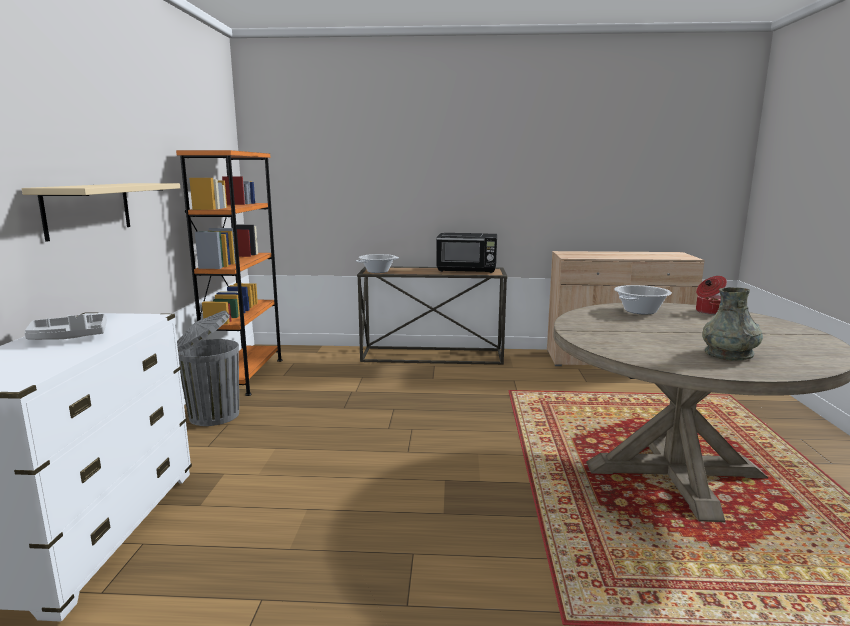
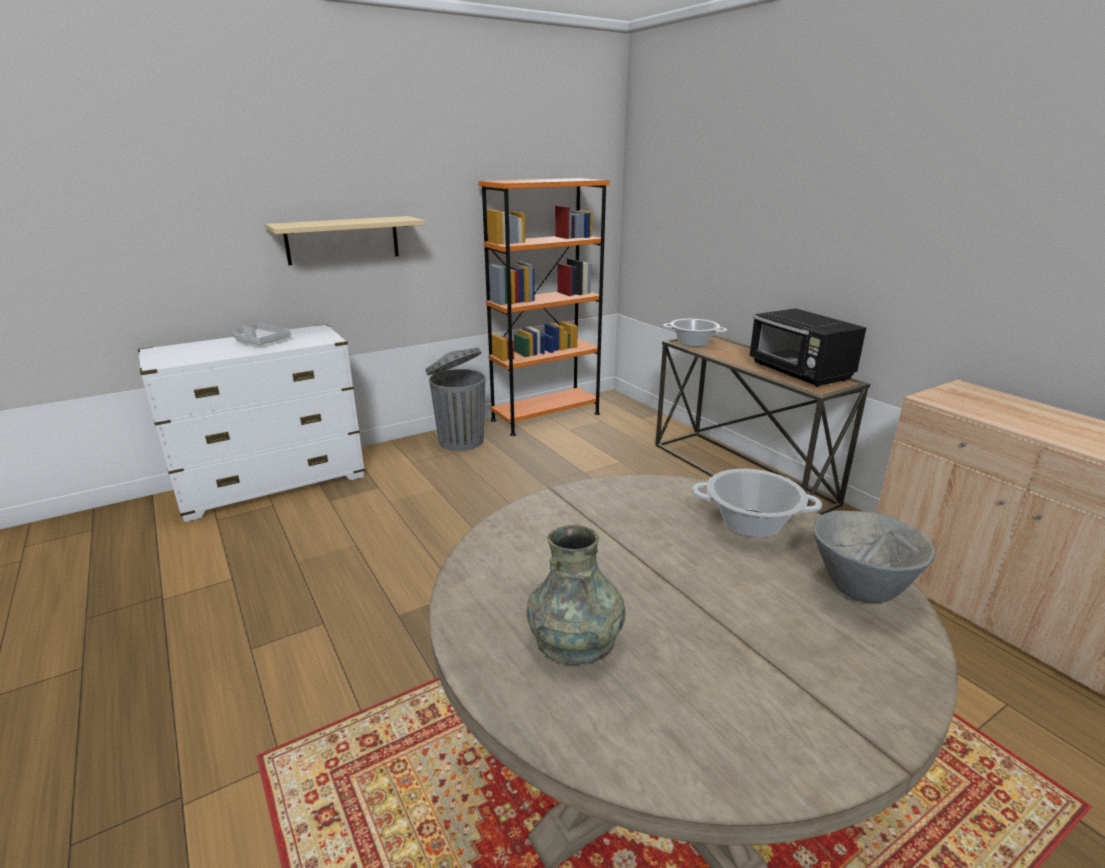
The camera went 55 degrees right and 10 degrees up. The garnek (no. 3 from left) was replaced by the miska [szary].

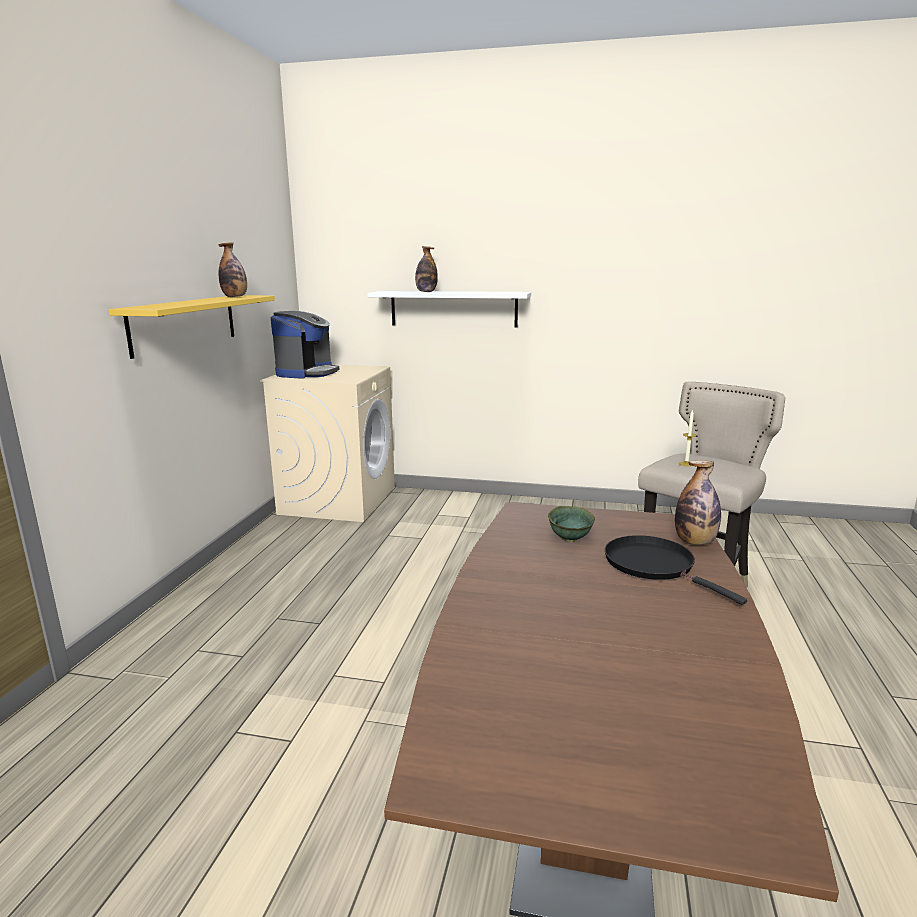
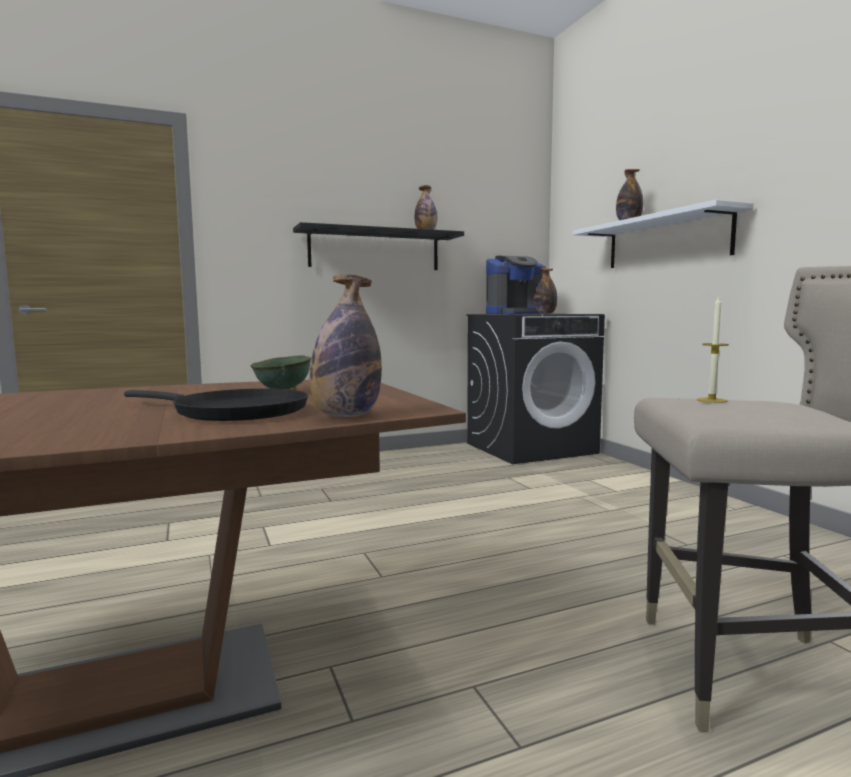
The camera went 55 degrees right and 10 degrees down. The półka [żółty] became the półka [czarny]. The pralka [beżowy] became the pralka [czarny]. The patelnia [czarny] turned 90 degrees clockwise. The butelka (no. 3 from left) appeared.

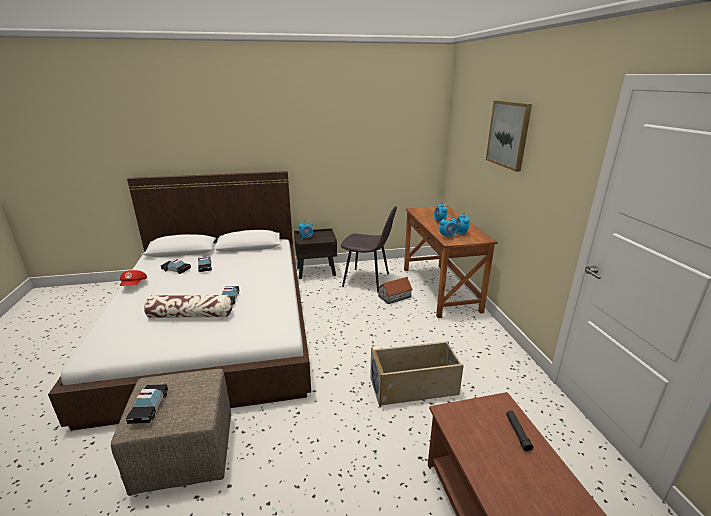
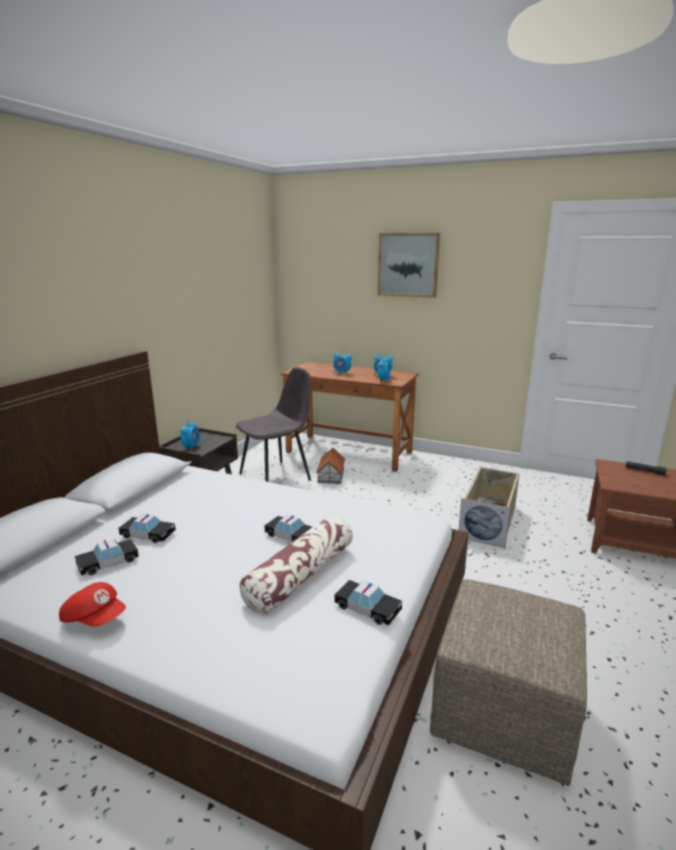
The camera went 55 degrees left and 5 degrees down. The samochodzik (no. 1 from left in the first image) moved.

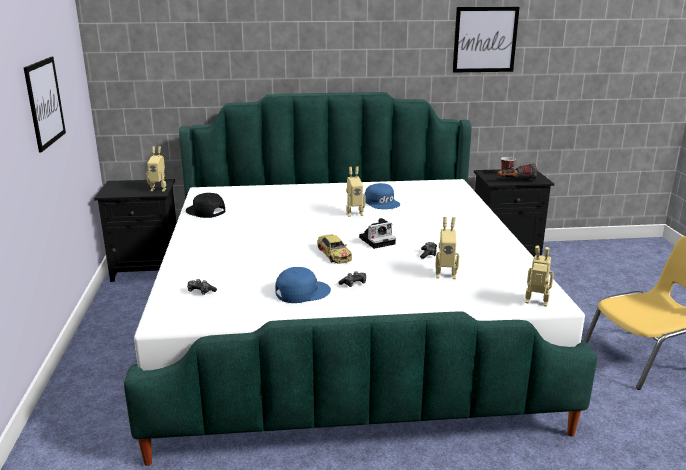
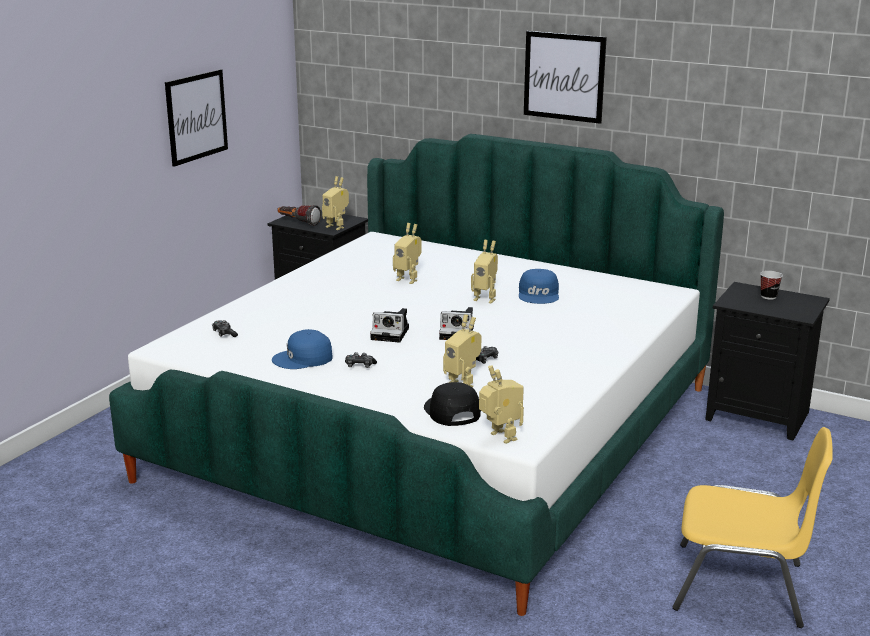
The camera went 35 degrees right and 0 degrees up. The obraz (no. 2 from left) moved. The latarka moved. The czapka z daszkiem [czarny] moved. The samochodzik was replaced by the aparat fotograficzny (no. 1 from left). The czapka z daszkiem [niebieski] (no. 1 from left) turned 150 degrees clockwise. The robot zabawkowy (no. 2 from left) appeared.

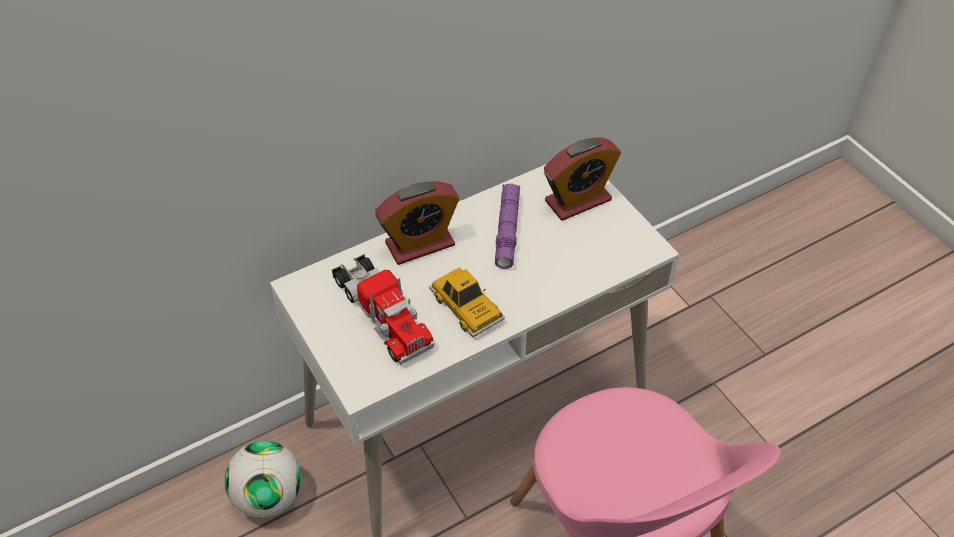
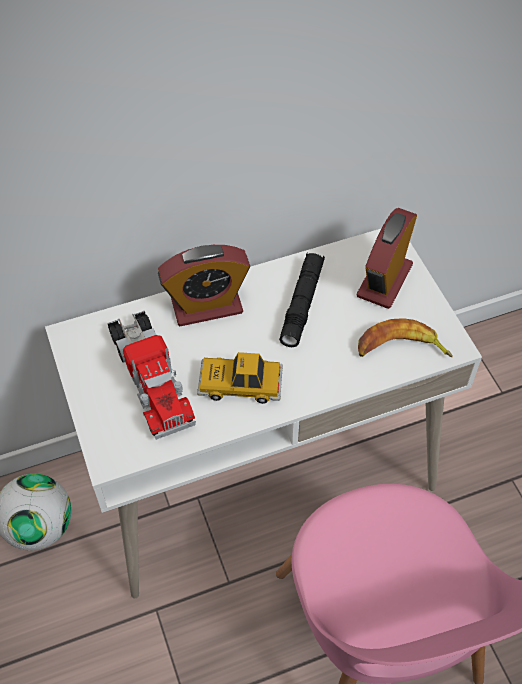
The camera went 10 degrees right and 5 degrees up. The budzik (no. 2 from left) turned 135 degrees clockwise. The latarka [fioletowy] became the latarka [czarny]. The samochodzik turned 120 degrees clockwise. The banan appeared.

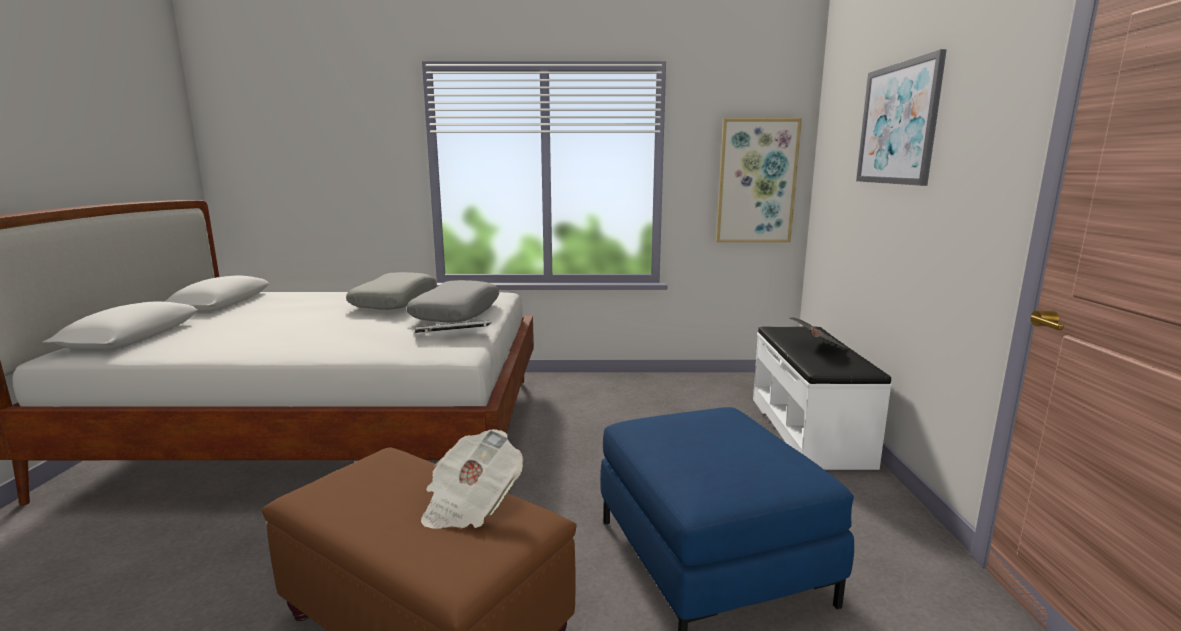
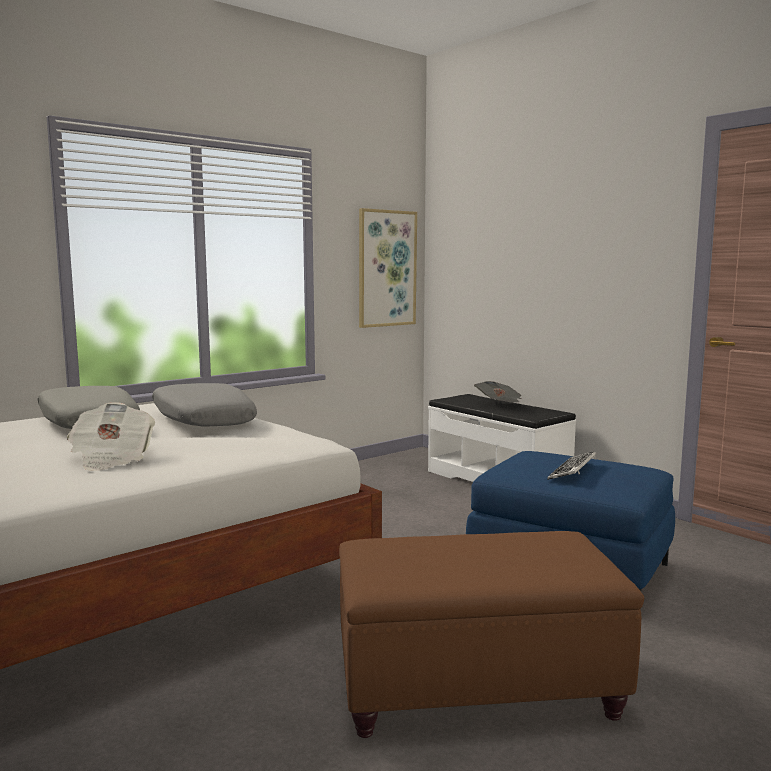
The camera went 40 degrees left and 5 degrees down. The obraz (no. 2 from left) disappeared. The klawiatura moved. The gazeta (no. 1 from left) moved.

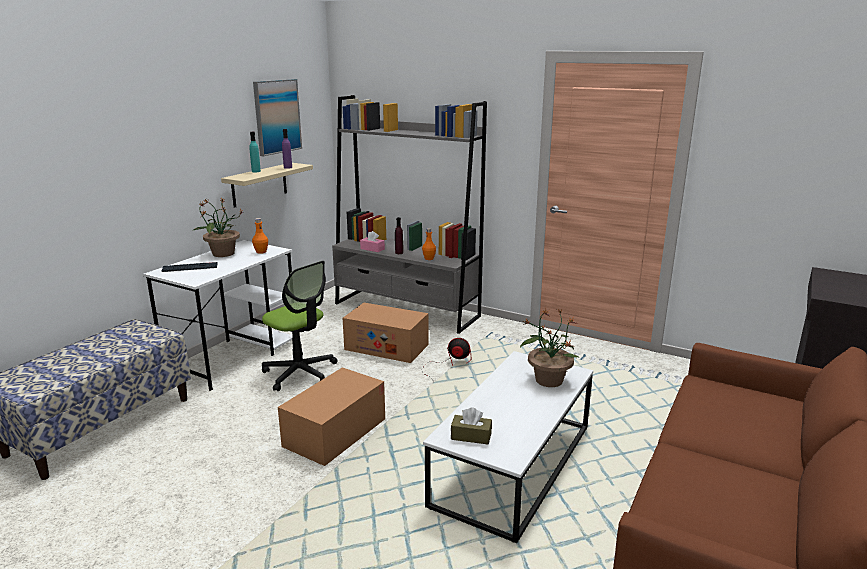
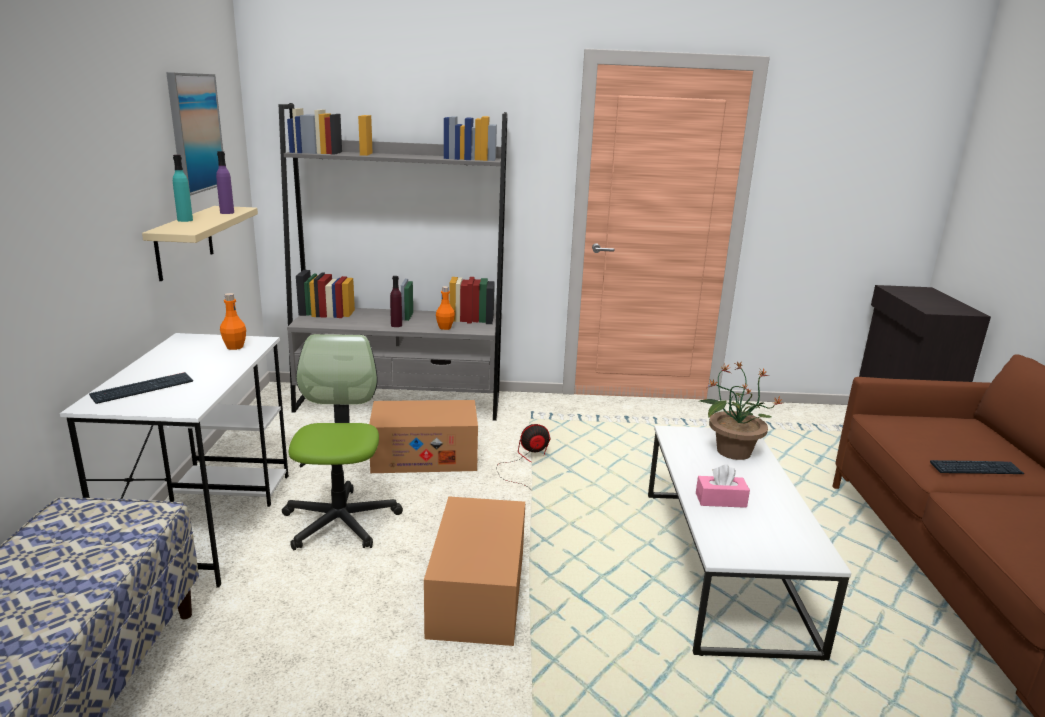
The camera went 30 degrees left and 0 degrees up. The roślina doniczkowa (no. 1 from left) disappeared. The pudełko chusteczek [różowy] moved. The krzesło biurowe turned 105 degrees counterclockwise. The pudełko chusteczek [brązowy] disappeared. The klawiatura (no. 2 from left) appeared.

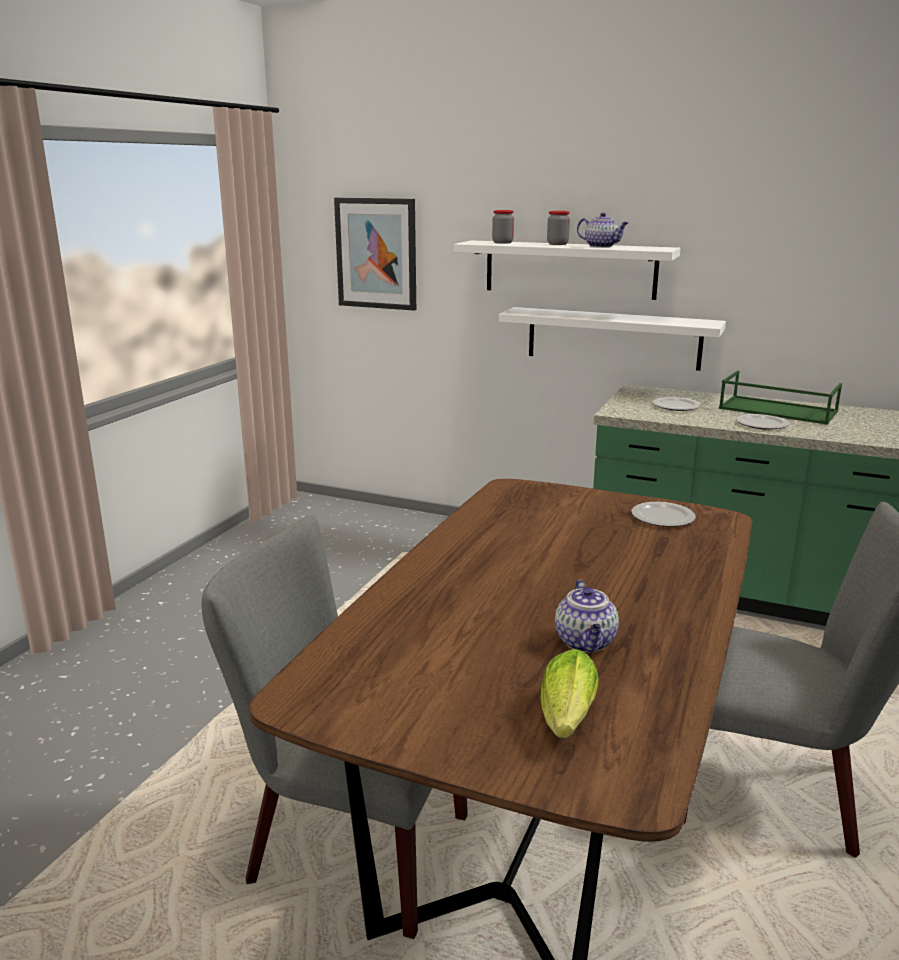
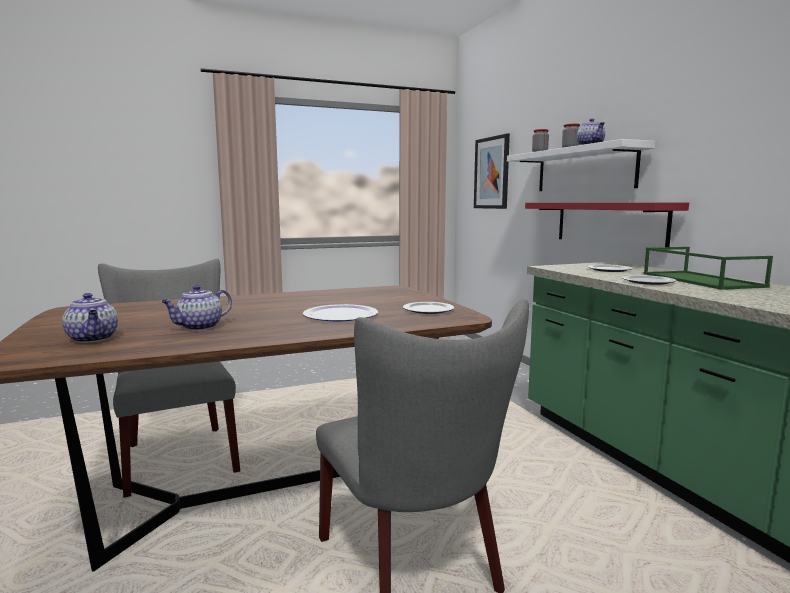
The camera went 45 degrees right and 10 degrees down. The półka [biały] (no. 2 from left) became the półka [czerwony]. The sałata was replaced by the imbryk (no. 1 from left). The talerz (no. 1 from left) appeared.

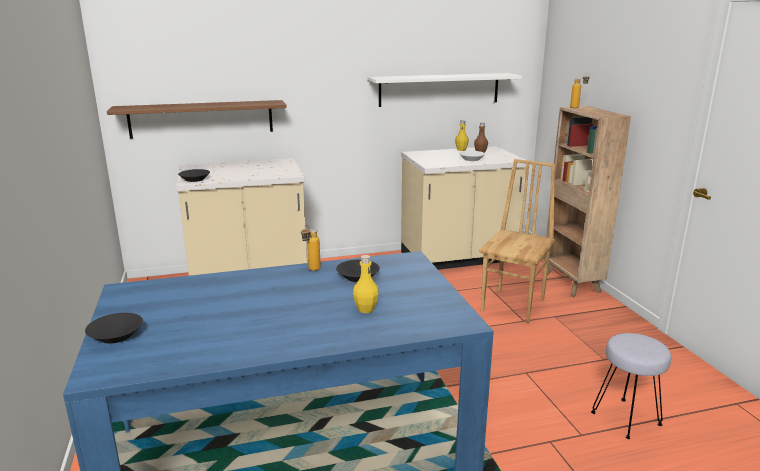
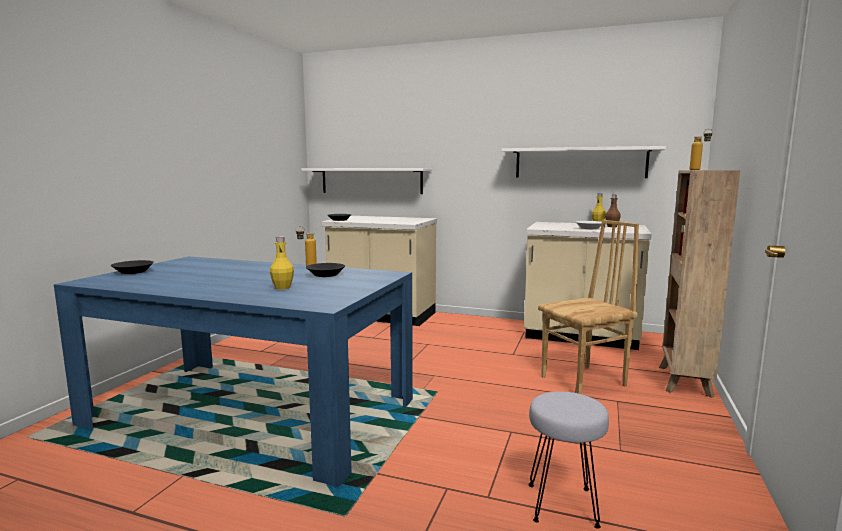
The camera went 35 degrees right and 10 degrees down. The półka [brązowy] became the półka [biały] (no. 1 from left).

